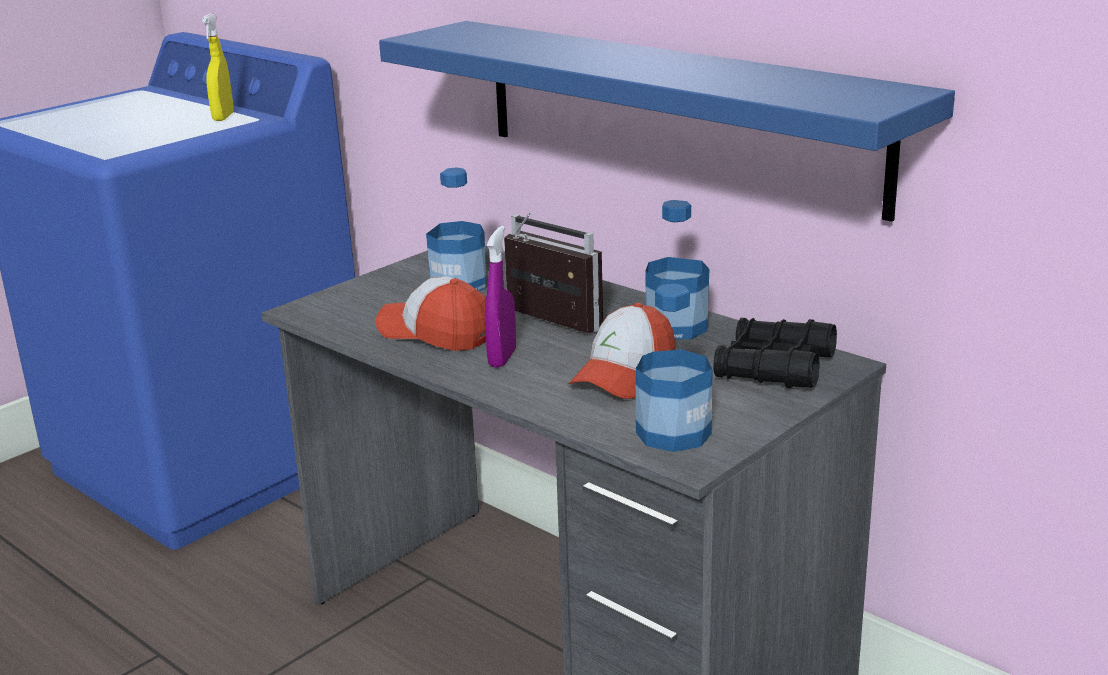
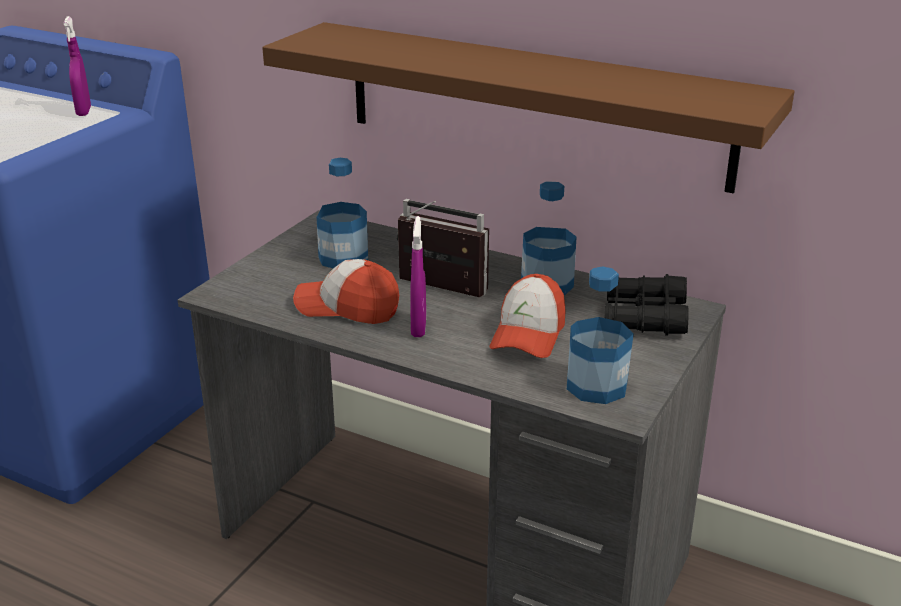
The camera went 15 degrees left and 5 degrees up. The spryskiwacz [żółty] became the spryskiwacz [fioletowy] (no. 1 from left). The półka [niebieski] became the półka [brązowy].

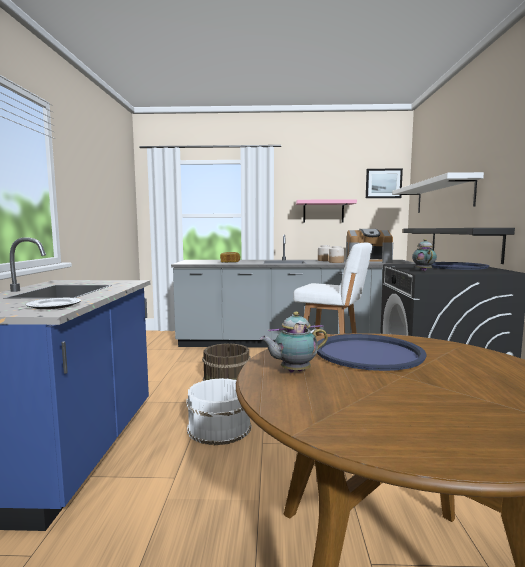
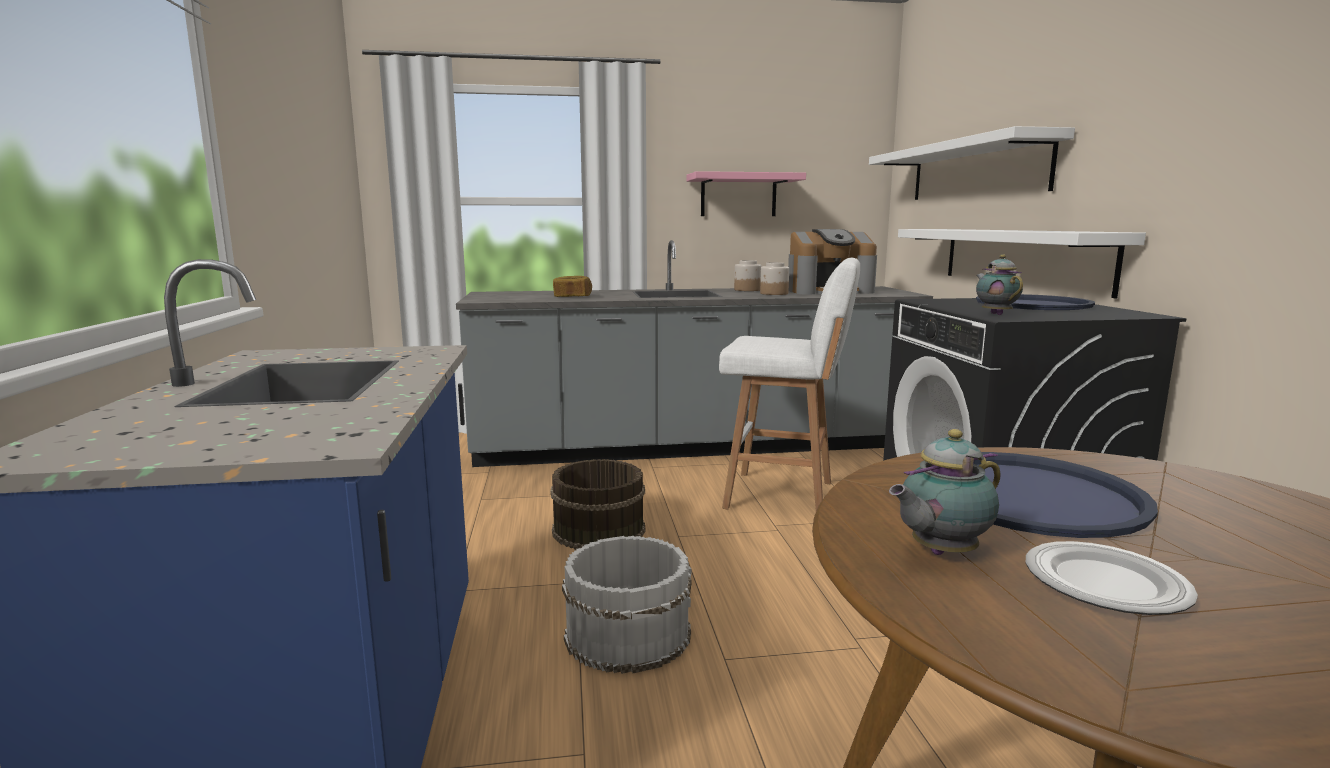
The camera went 10 degrees left and 5 degrees up. The obraz disappeared. The półka [czarny] became the półka [biały] (no. 2 from left). The talerz moved.

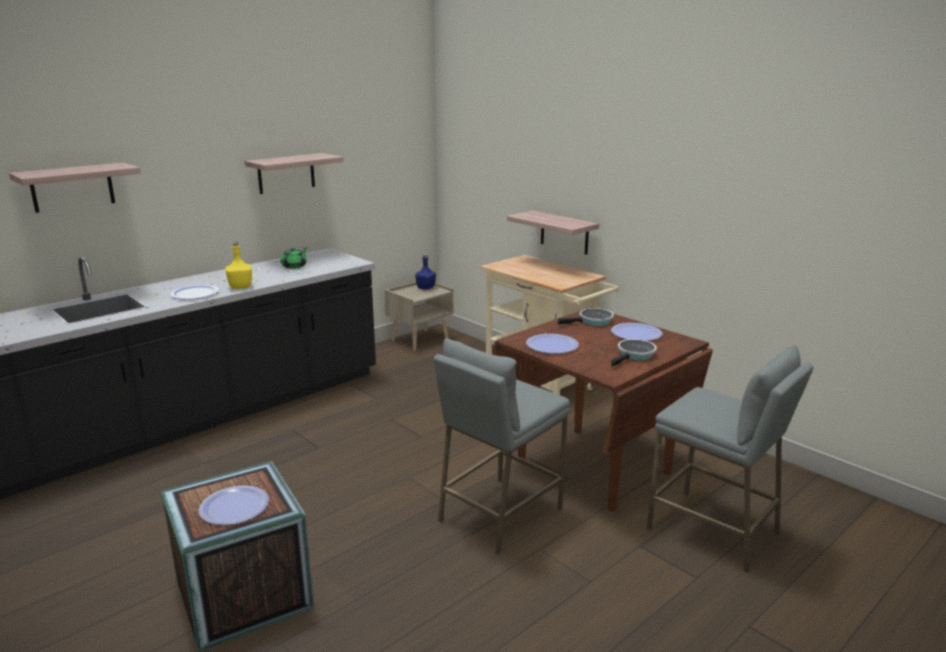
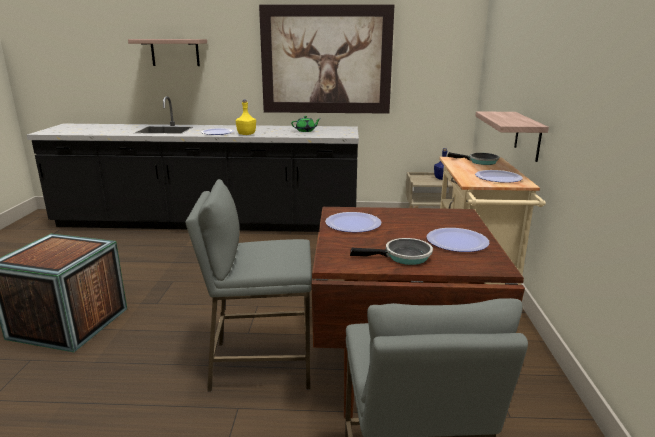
The camera went 45 degrees right and 0 degrees up. The półka (no. 2 from left) was replaced by the obraz. The patelnia (no. 1 from left in the first image) moved. The talerz (no. 2 from left in the first image) moved.

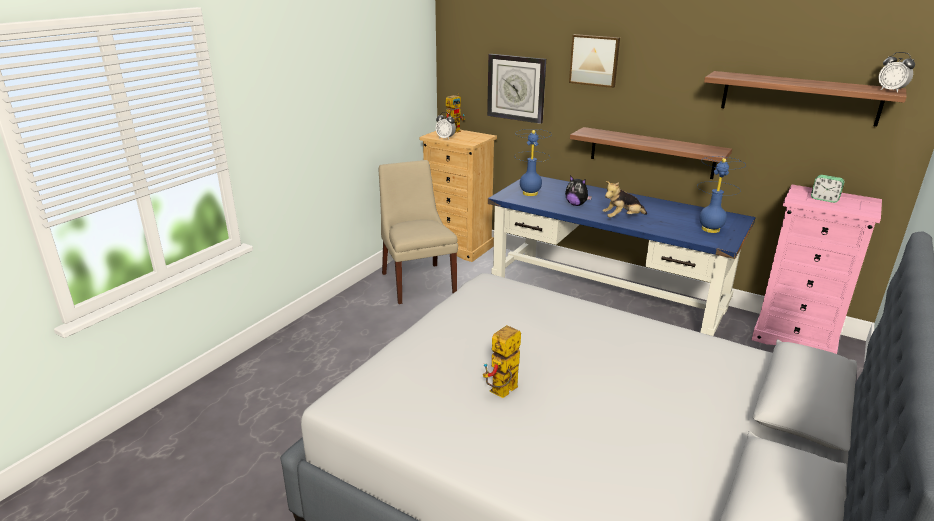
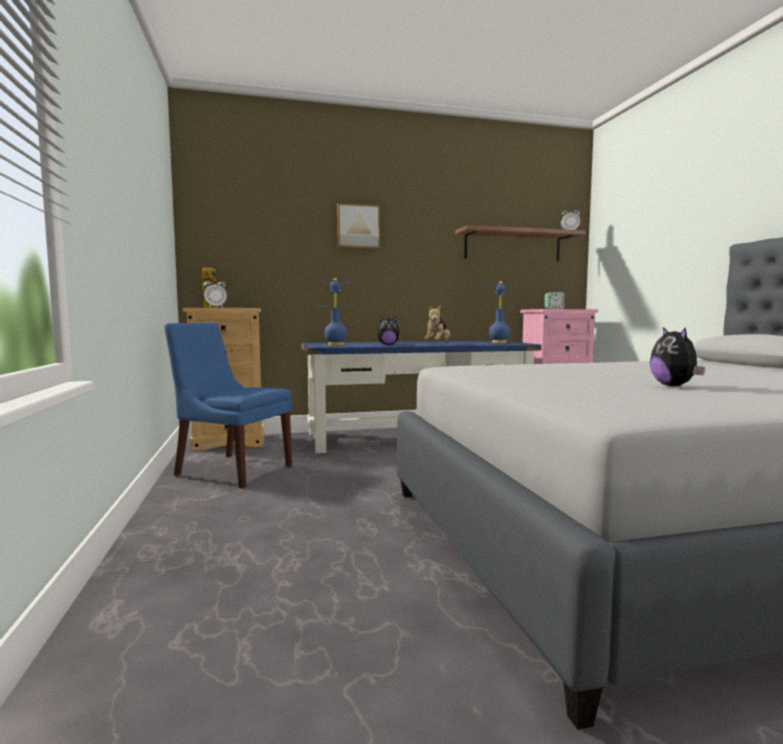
The camera went 45 degrees left and 20 degrees down. The zegar ścienny disappeared. The półka (no. 1 from left) disappeared. The krzesło [beżowy] became the krzesło [niebieski]. The robot zabawkowy (no. 2 from left) was replaced by the pluszak (no. 3 from left).

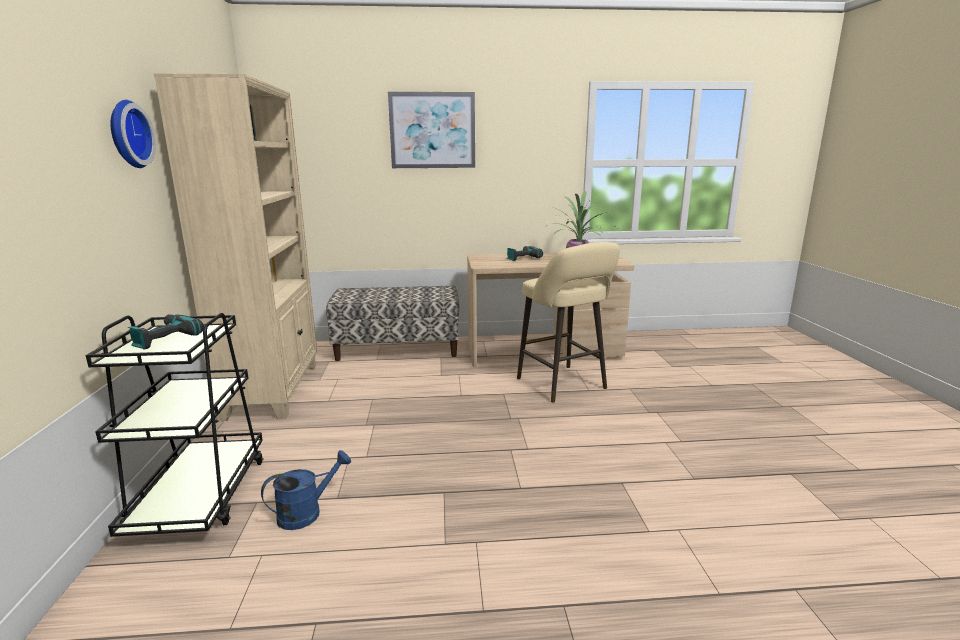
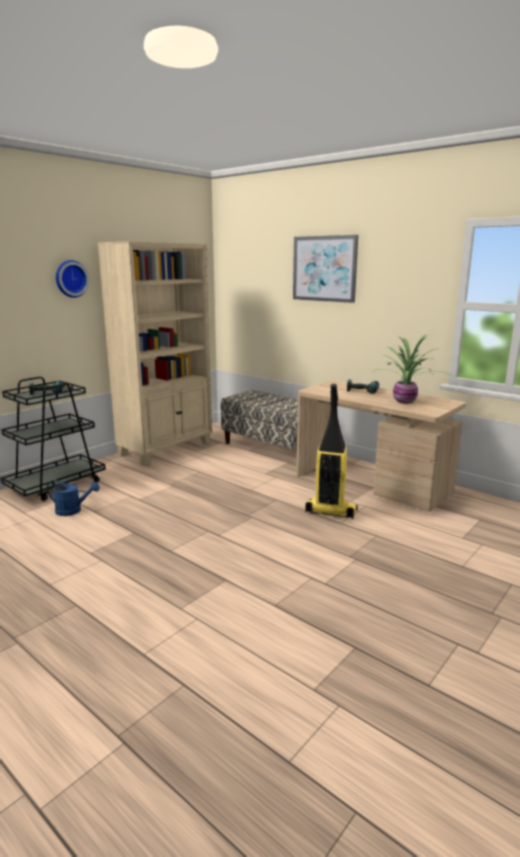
The camera went 45 degrees right and 0 degrees up. The stołek [beżowy] was replaced by the odkurzacz.

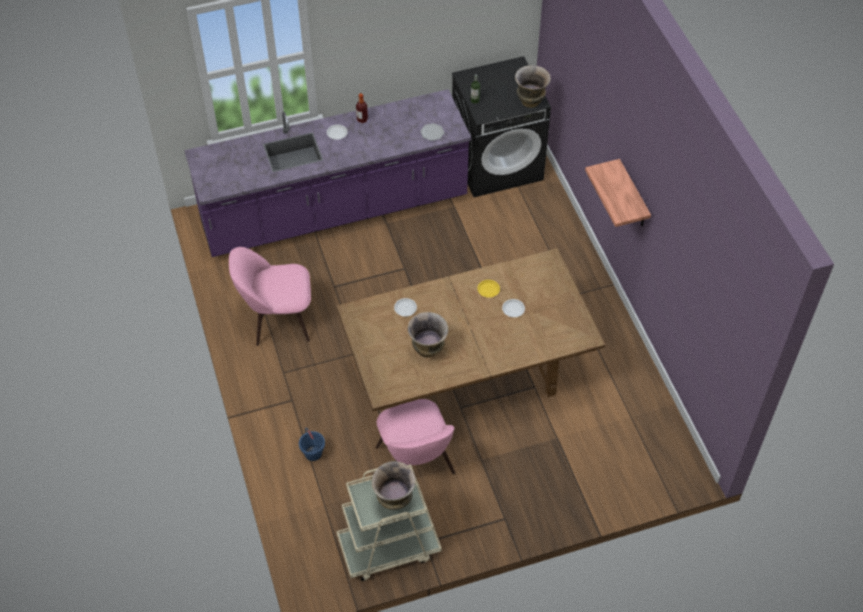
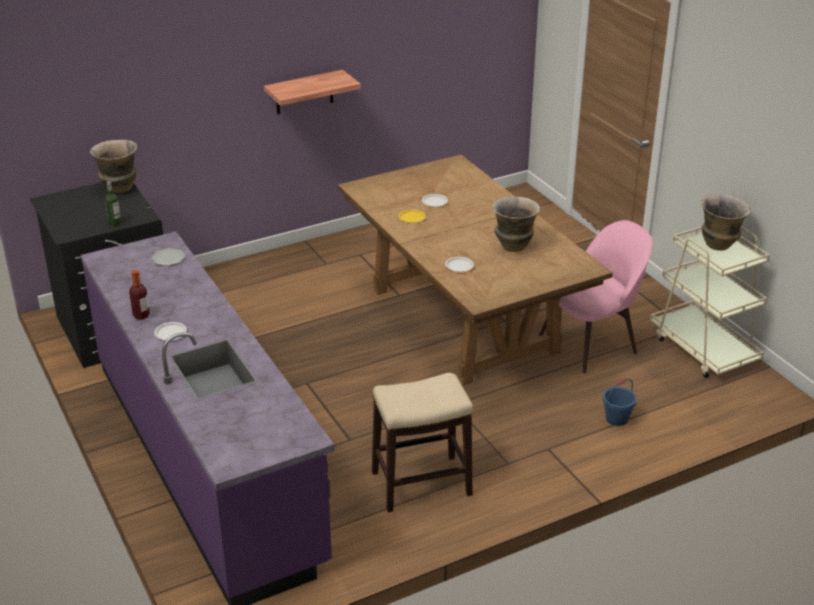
The camera went 100 degrees left and 20 degrees down. The krzesło [różowy] (no. 1 from left) was replaced by the stołek.

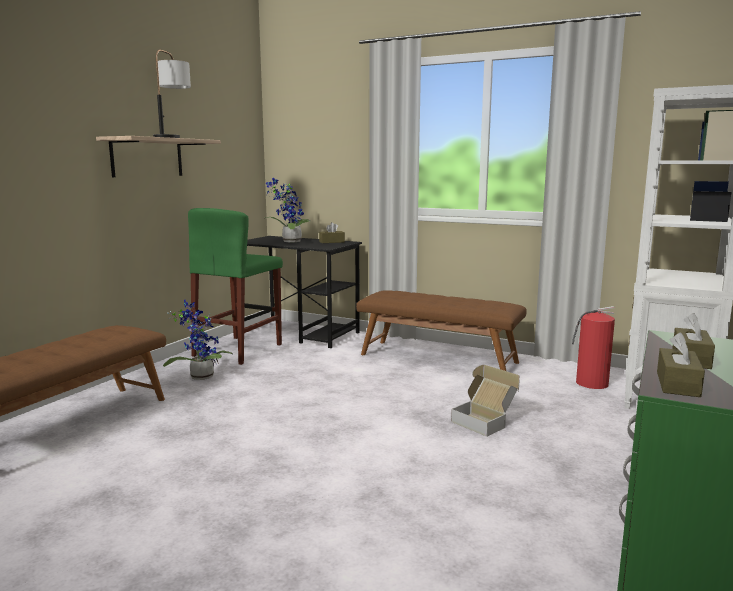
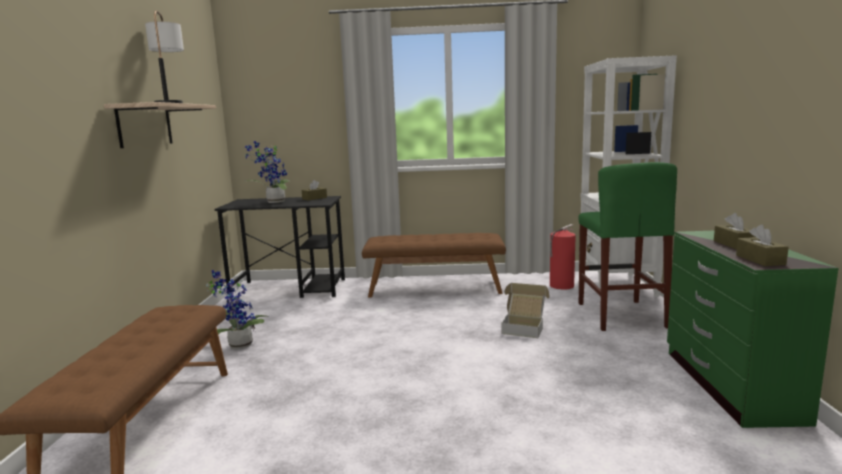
The camera went 25 degrees left and 0 degrees up. The stołek [zielony] moved.

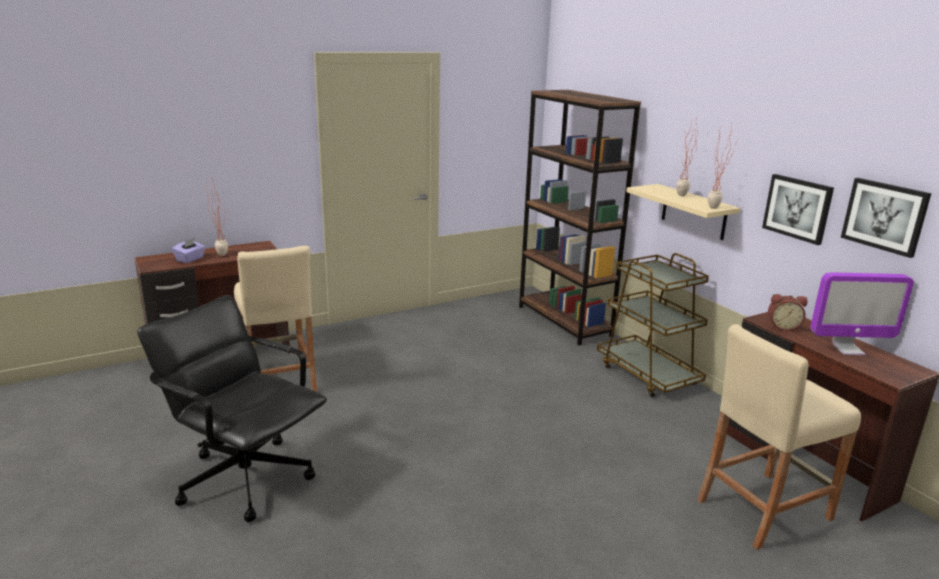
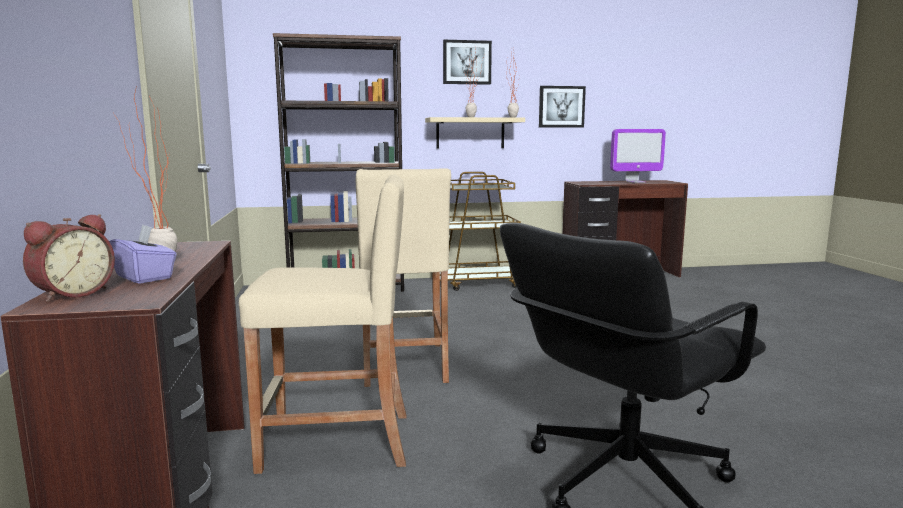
The camera went 70 degrees left and 10 degrees down. The obraz (no. 2 from left in the first image) moved. The monitor turned 60 degrees clockwise. The budzik moved. The stołek [beżowy] (no. 2 from left) moved.

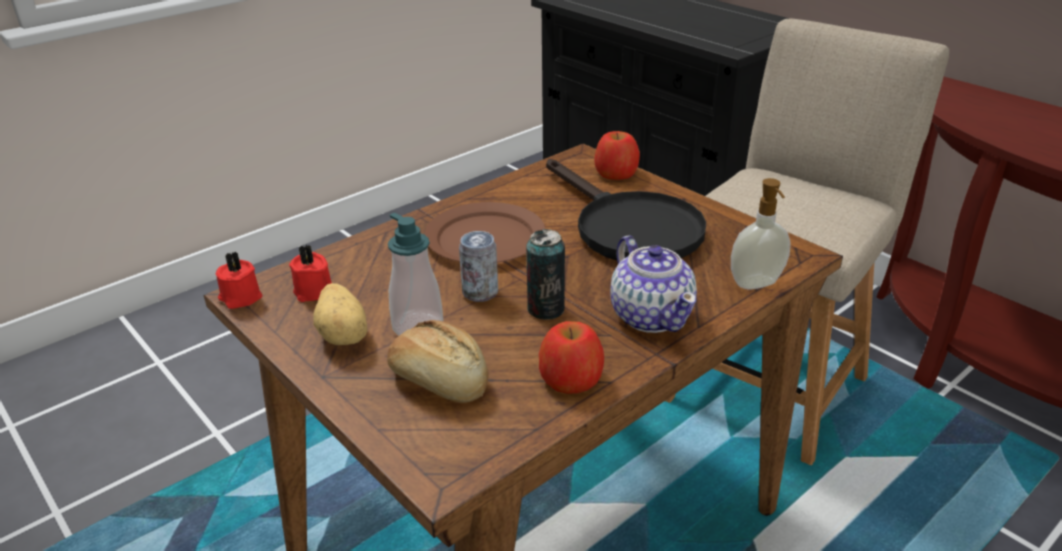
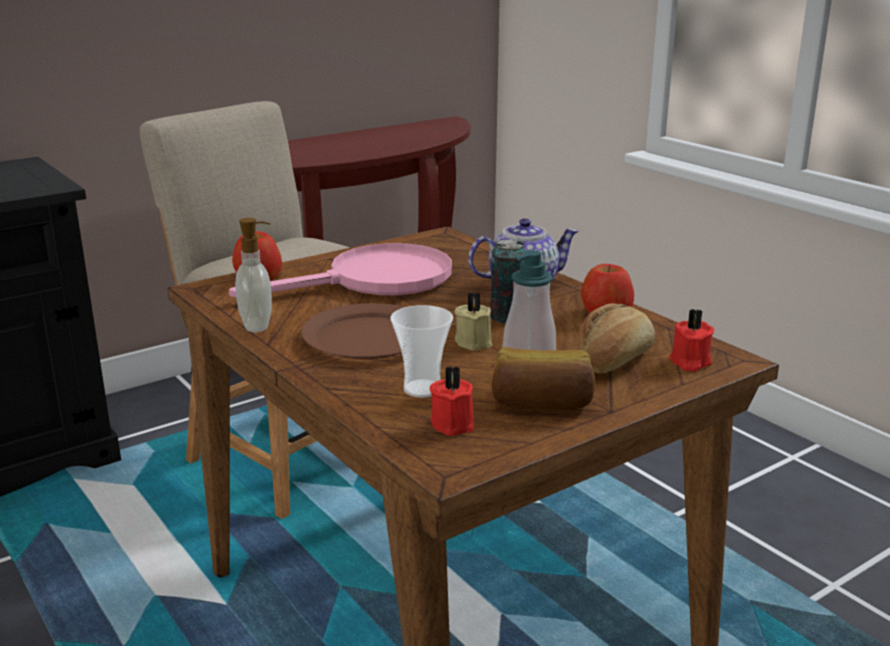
The camera went 85 degrees left and 10 degrees down. The patelnia [czarny] became the patelnia [różowy]. The dozownik mydła (no. 2 from left in the first image) moved. The puszka (no. 1 from left) was replaced by the świeca [beżowy]. The świeca [czerwony] (no. 1 from left in the first image) moved. The ziemniak was replaced by the chleb (no. 1 from left). The filiżanka appeared.

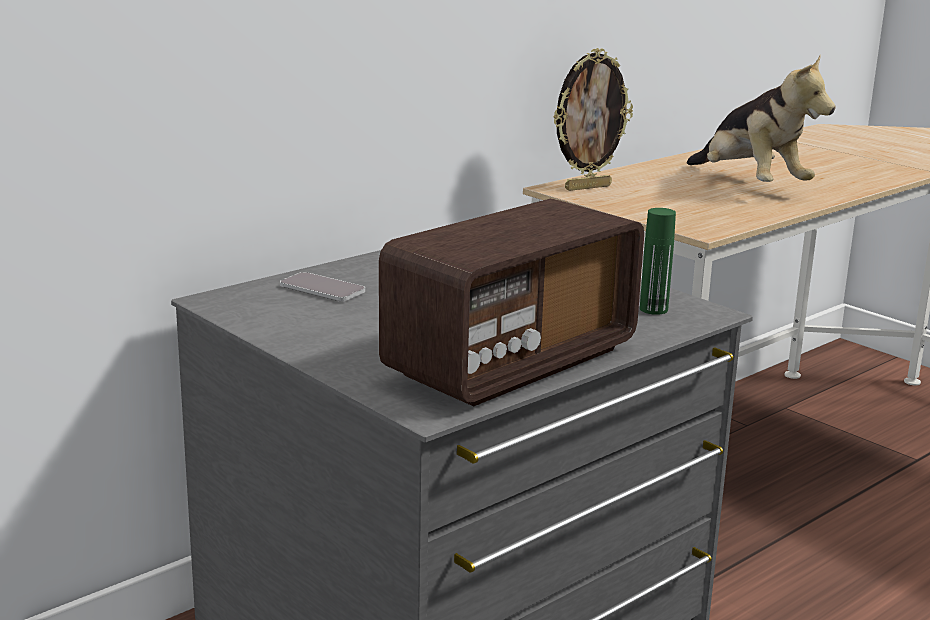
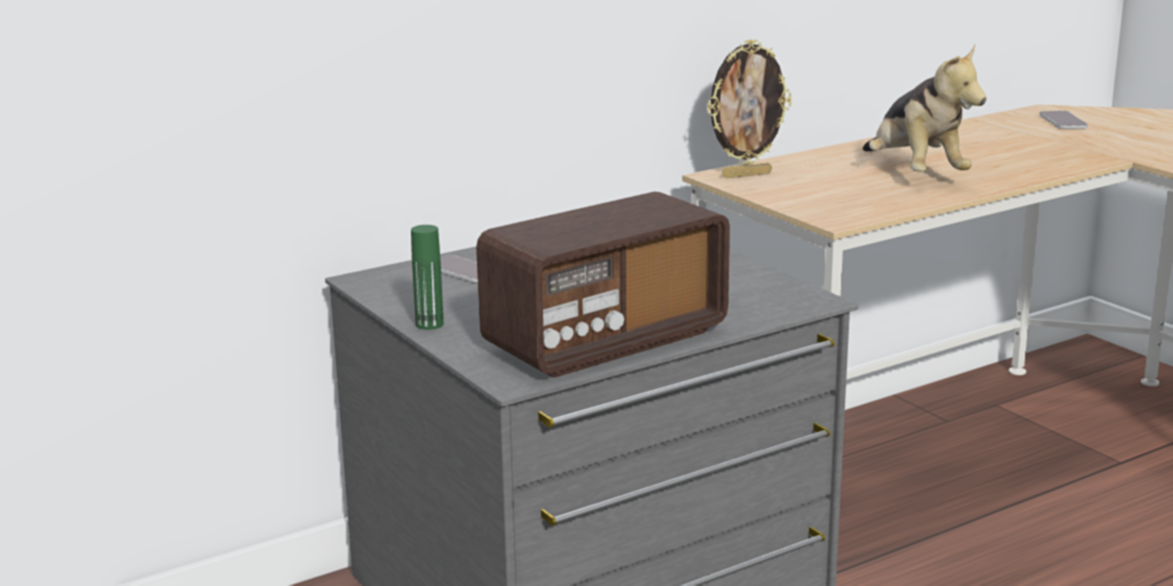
The camera went 10 degrees right and 0 degrees up. The butelka [zielony] moved. The telefon (no. 2 from left) appeared.

